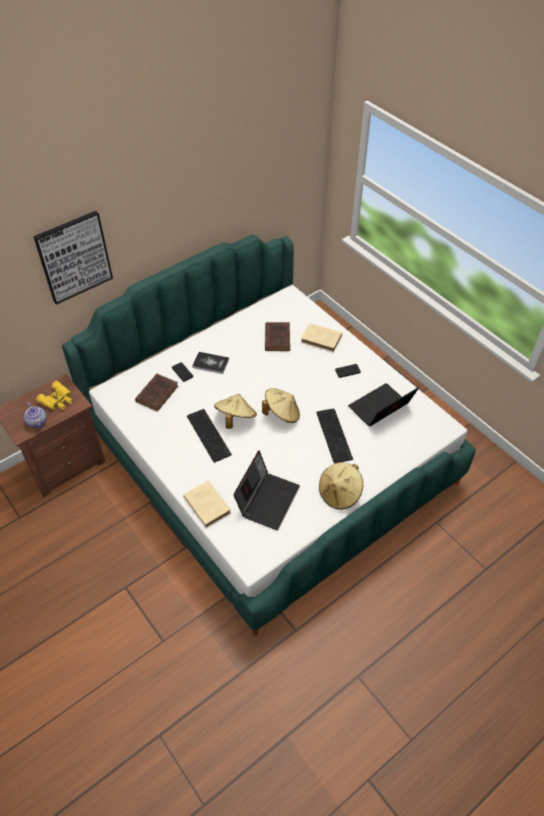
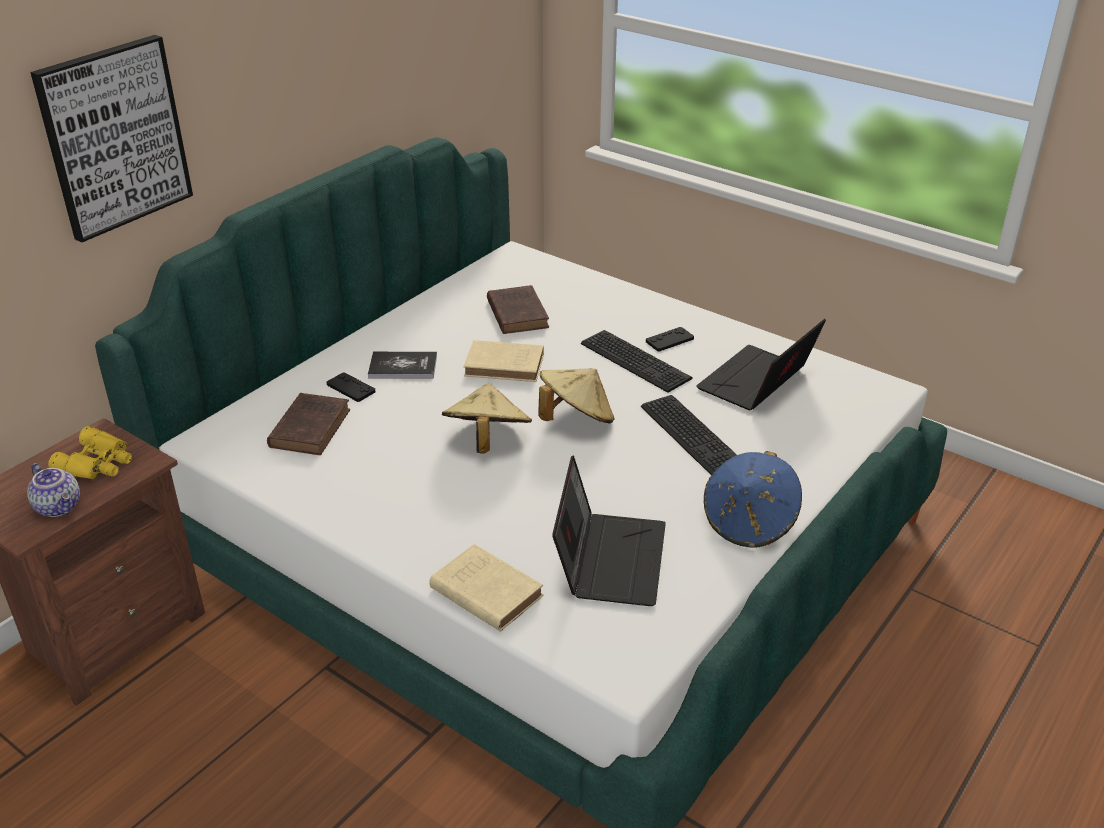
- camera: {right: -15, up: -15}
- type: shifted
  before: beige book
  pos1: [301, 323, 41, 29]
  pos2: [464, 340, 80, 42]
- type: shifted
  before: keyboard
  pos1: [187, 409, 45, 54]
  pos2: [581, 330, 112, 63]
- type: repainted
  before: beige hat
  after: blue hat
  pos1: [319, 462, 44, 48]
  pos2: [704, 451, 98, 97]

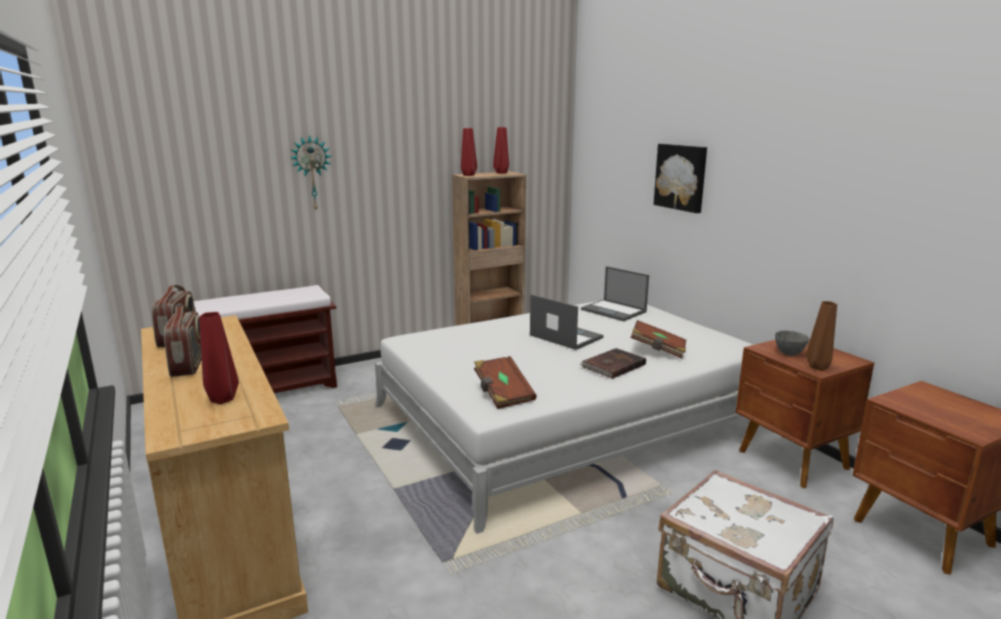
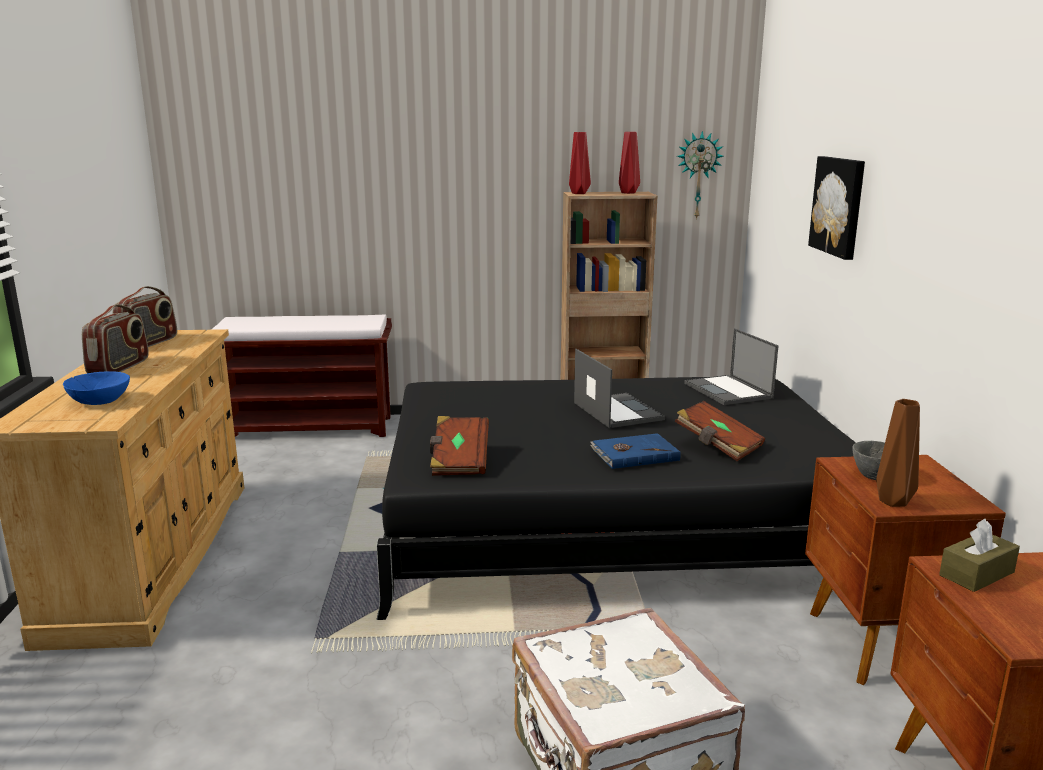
- camera: {right: 25, up: 0}
- type: shifted
  before: wall clock
  pos1: [290, 135, 42, 75]
  pos2: [677, 131, 47, 89]
- type: repainted
  before: white bed
  after: black bed
  pos1: [375, 301, 398, 233]
  pos2: [376, 377, 480, 243]
- type: swapped
  before: red vase
  after: blue bowl
  pos1: [199, 312, 40, 92]
  pos2: [63, 371, 67, 34]
- type: repainted
  before: brown book
  after: blue book
  pos1: [580, 348, 66, 31]
  pos2: [590, 433, 91, 36]
- type: new
  after: brown tissue box
  pos2: [939, 519, 81, 73]

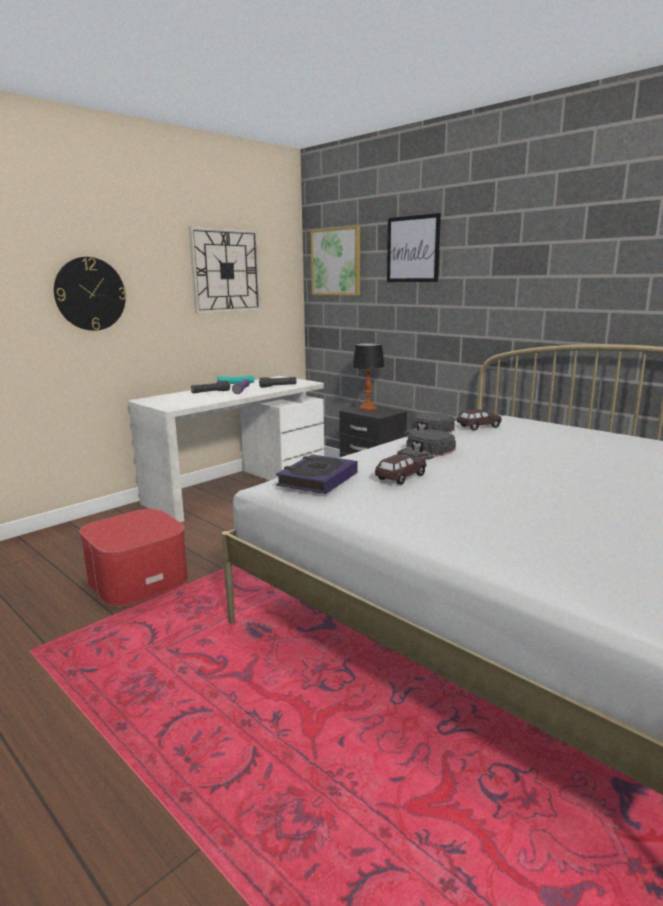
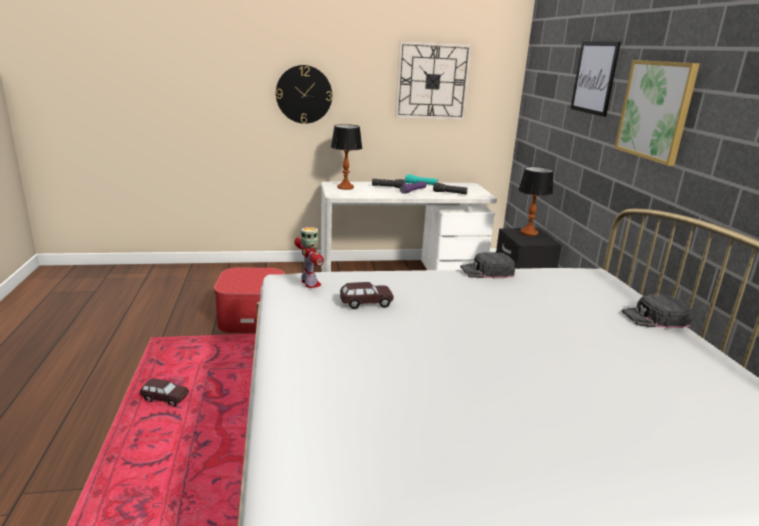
- camera: {right: 35, up: 5}
- type: shifted
  before: picture
  pos1: [311, 226, 49, 69]
  pos2: [615, 60, 85, 106]
- type: shifted
  before: brown toy car
  pos1: [457, 409, 45, 22]
  pos2: [140, 378, 49, 29]
- type: shifted
  before: black cap
  pos1: [397, 429, 59, 31]
  pos2: [621, 295, 72, 33]
- type: swapped
  before: book
  after: toy robot
  pos1: [276, 455, 82, 39]
  pos2: [294, 227, 30, 61]
- type: new
  after: table lamp
  pos2: [331, 124, 31, 66]

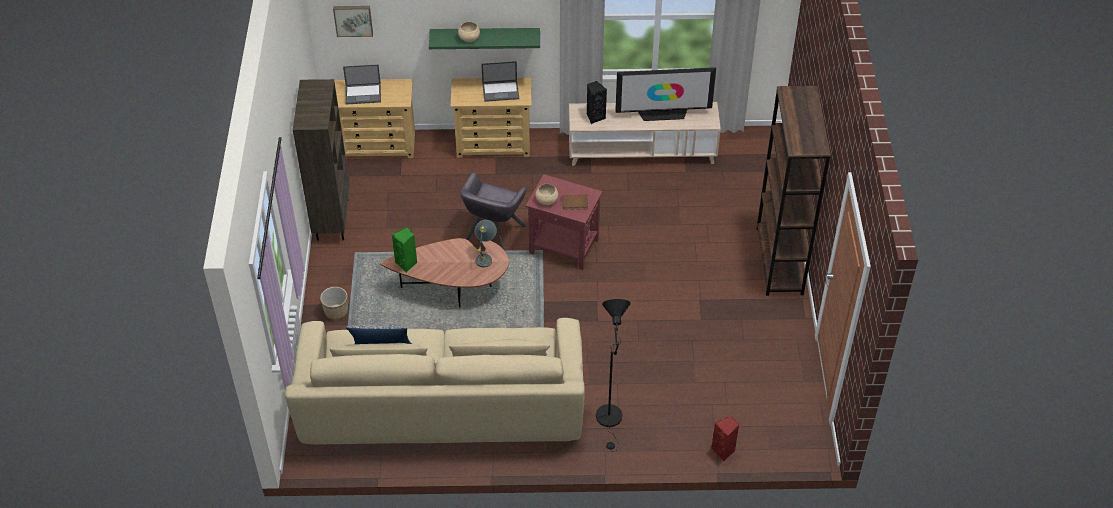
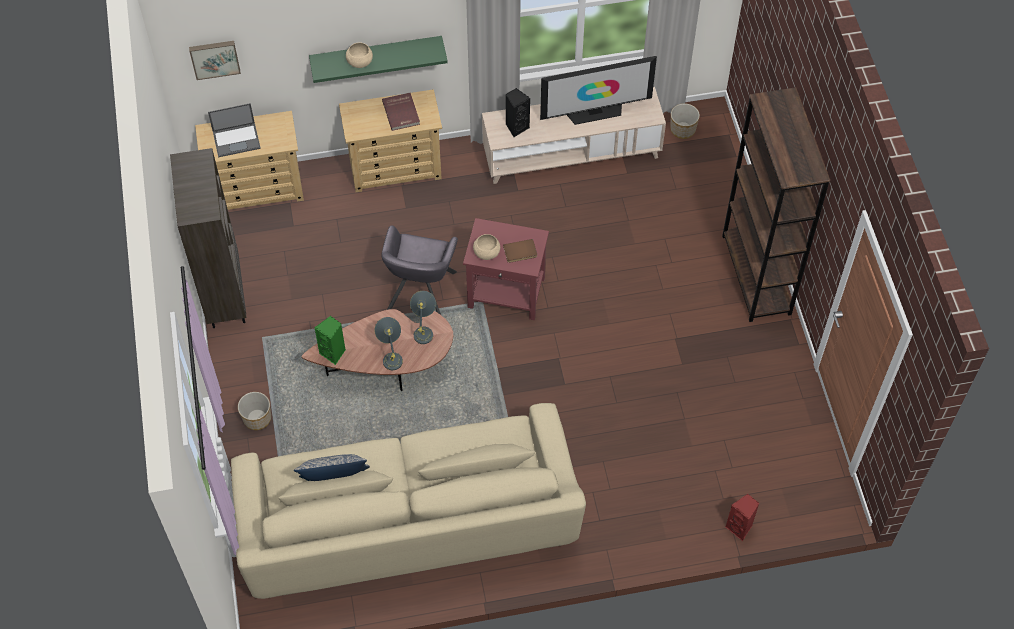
- camera: {right: -10, up: 10}
- type: swapped
  before: laptop
  after: red book
  pos1: [481, 61, 38, 41]
  pos2: [382, 93, 38, 38]
- type: gone
  before: black floor lamp
  pos1: [596, 299, 35, 151]
- type: new
  after: planter
  pos2: [670, 103, 30, 36]
- type: new
  after: grey table lamp
  pos2: [374, 317, 29, 53]

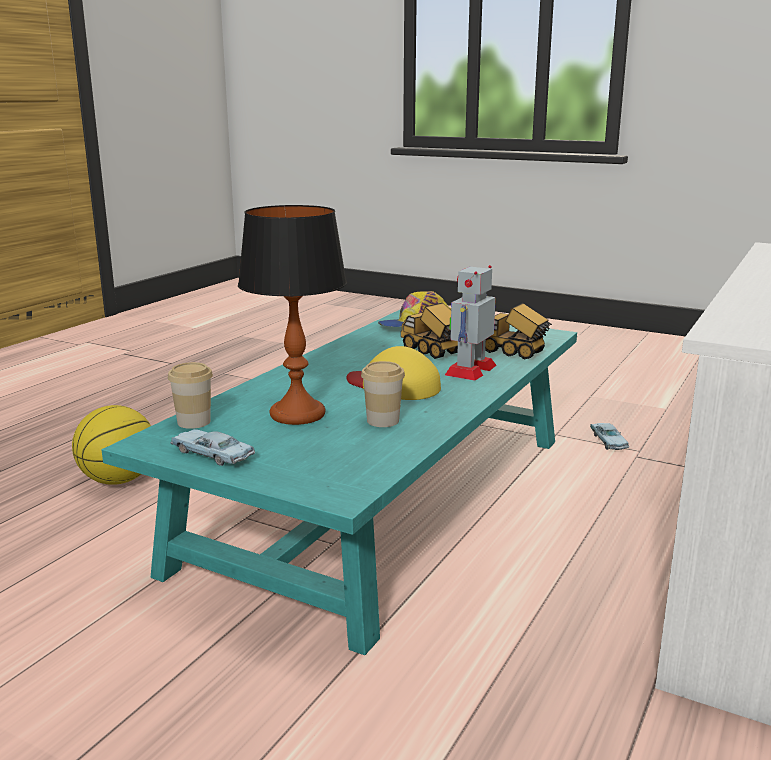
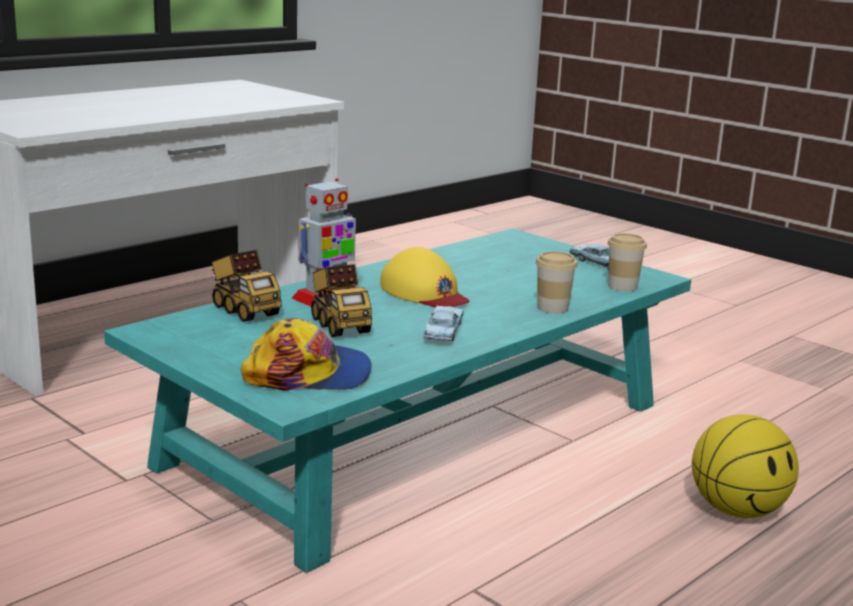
- camera: {right: -165, up: 0}
- type: gone
  before: table lamp
  pos1: [238, 205, 109, 220]
- type: shifted
  before: cup
  pos1: [361, 361, 44, 66]
  pos2: [536, 251, 41, 63]
- type: shifted
  before: blue toy car
  pos1: [590, 423, 39, 27]
  pos2: [424, 305, 40, 37]

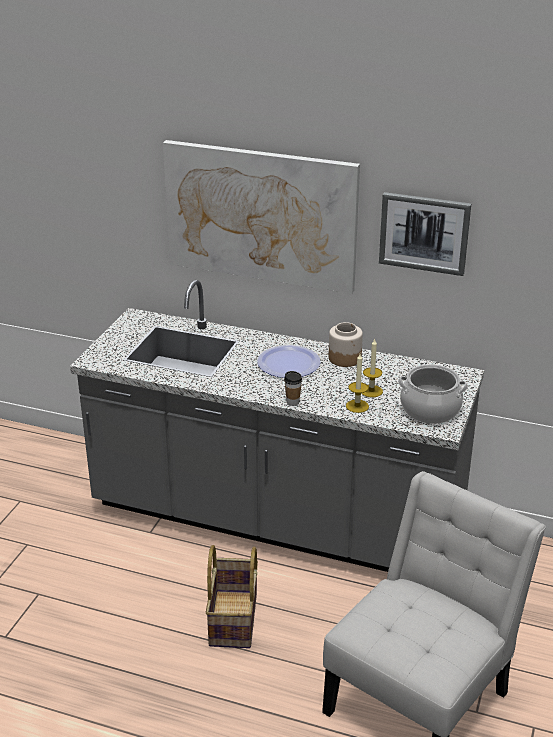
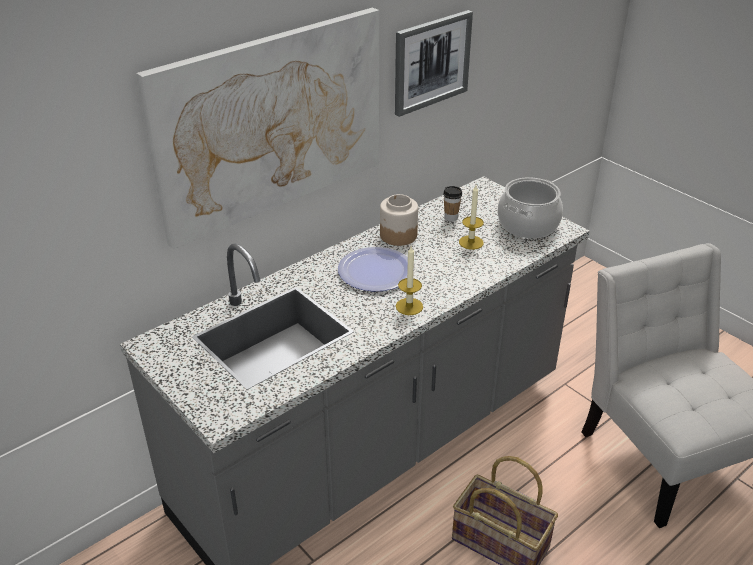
- camera: {right: -60, up: 5}
- type: shifted
  before: candle
  pos1: [346, 354, 23, 59]
  pos2: [396, 246, 27, 69]
- type: shifted
  before: cup
  pos1: [284, 371, 18, 35]
  pos2: [443, 186, 19, 36]

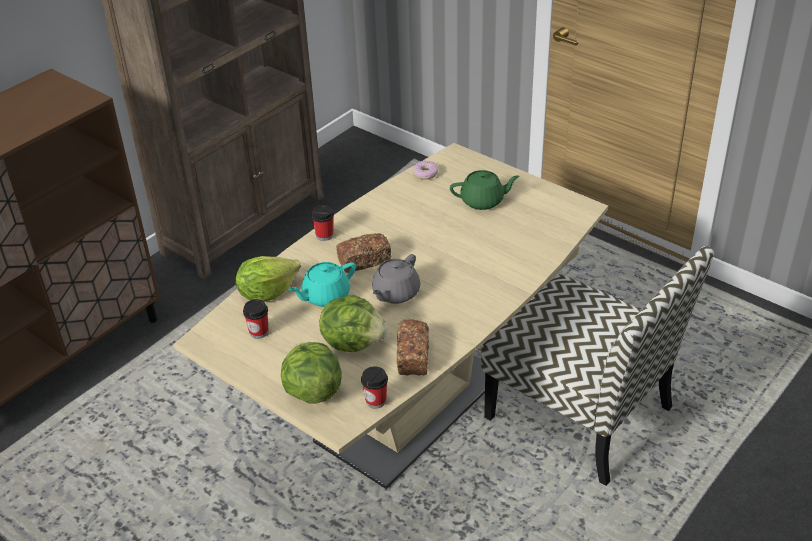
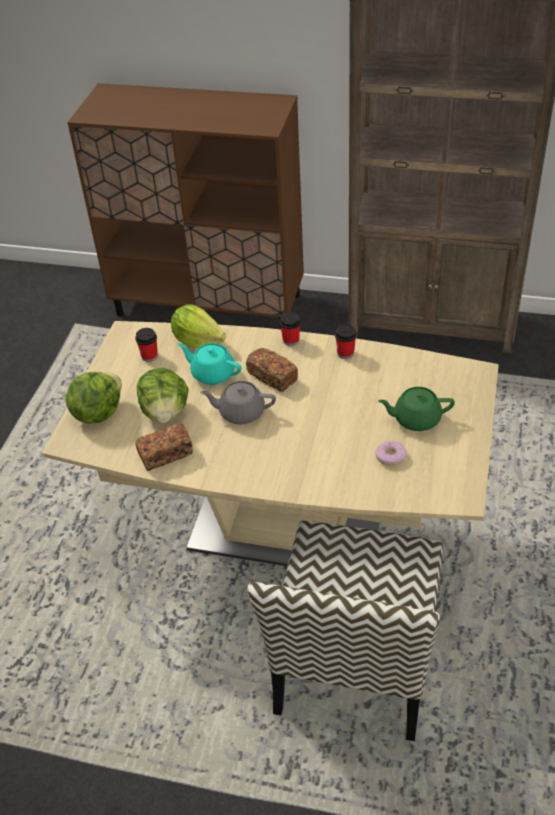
- camera: {right: 65, up: 5}
- type: shifted
  before: donut
  pos1: [413, 161, 26, 19]
  pos2: [375, 441, 32, 25]
- type: rotated
  before: green teapot
  pos1: [450, 170, 70, 40]
  pos2: [378, 387, 77, 44]
  turn: 120
- type: shifted
  before: cup
  pos1: [361, 366, 27, 43]
  pos2: [335, 324, 22, 35]

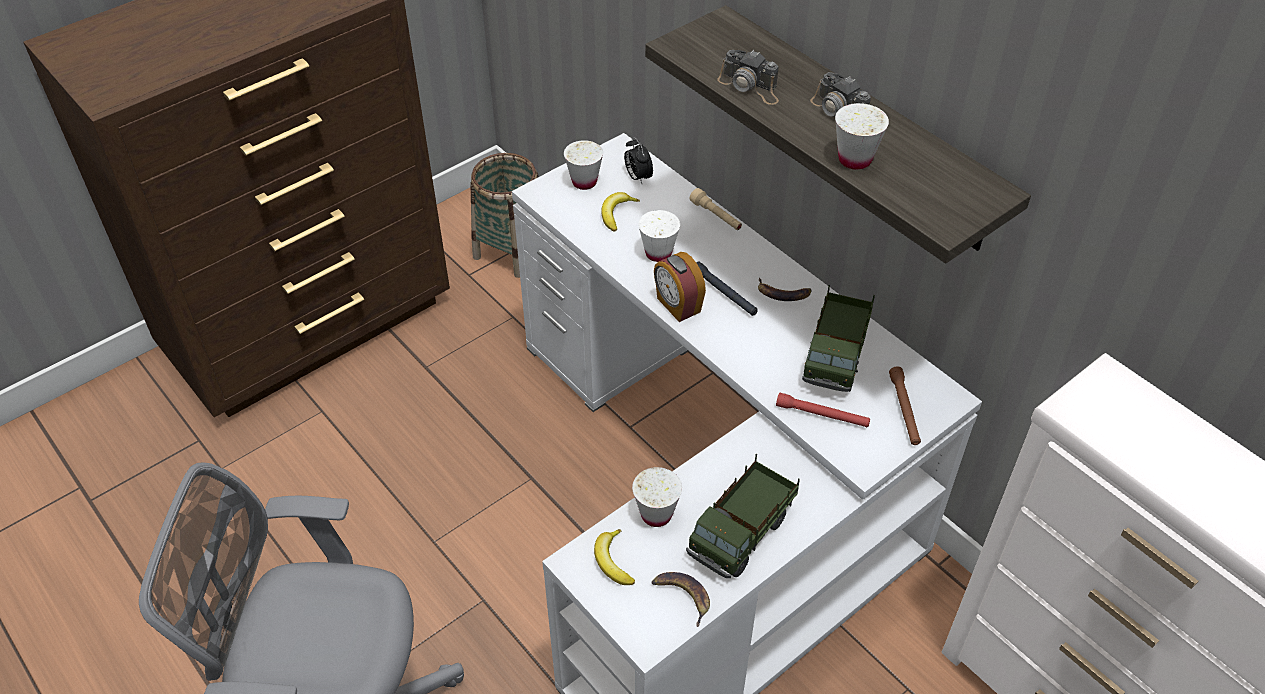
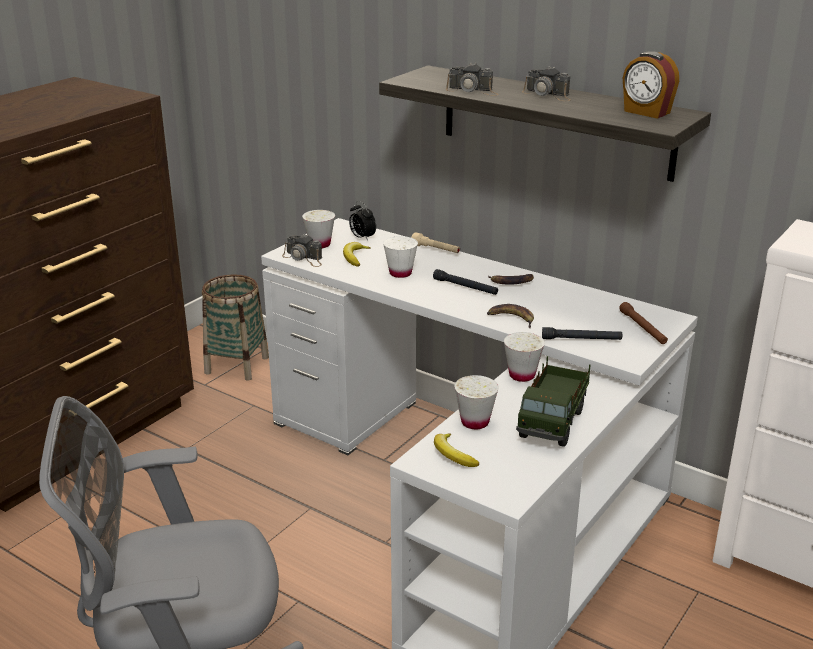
- camera: {right: -15, up: -20}
- type: shifted
  before: white cup
  pos1: [835, 103, 54, 67]
  pos2: [504, 332, 41, 50]
- type: shifted
  before: alarm clock
  pos1: [654, 252, 52, 70]
  pos2: [623, 51, 56, 68]
- type: gone
  before: toy truck
  pos1: [802, 285, 73, 107]
- type: repainted
  before: red flashlight
  after: black flashlight
  pos1: [776, 393, 94, 34]
  pos2: [542, 327, 80, 13]
- type: shifted
  before: banana
  pos1: [651, 572, 59, 55]
  pos2: [487, 304, 47, 24]
- type: new
  after: photo camera
  pos2: [282, 234, 40, 33]

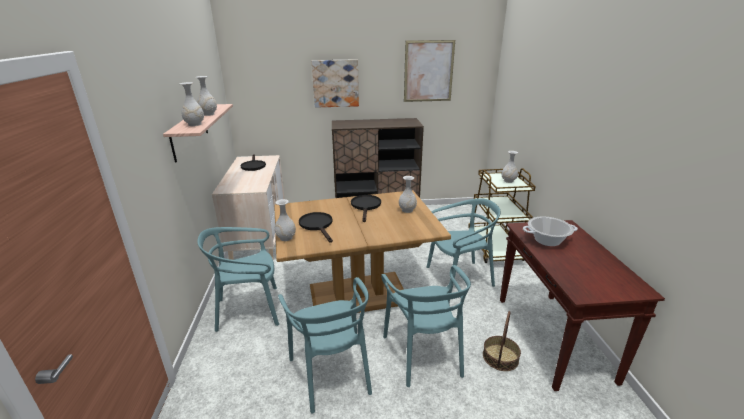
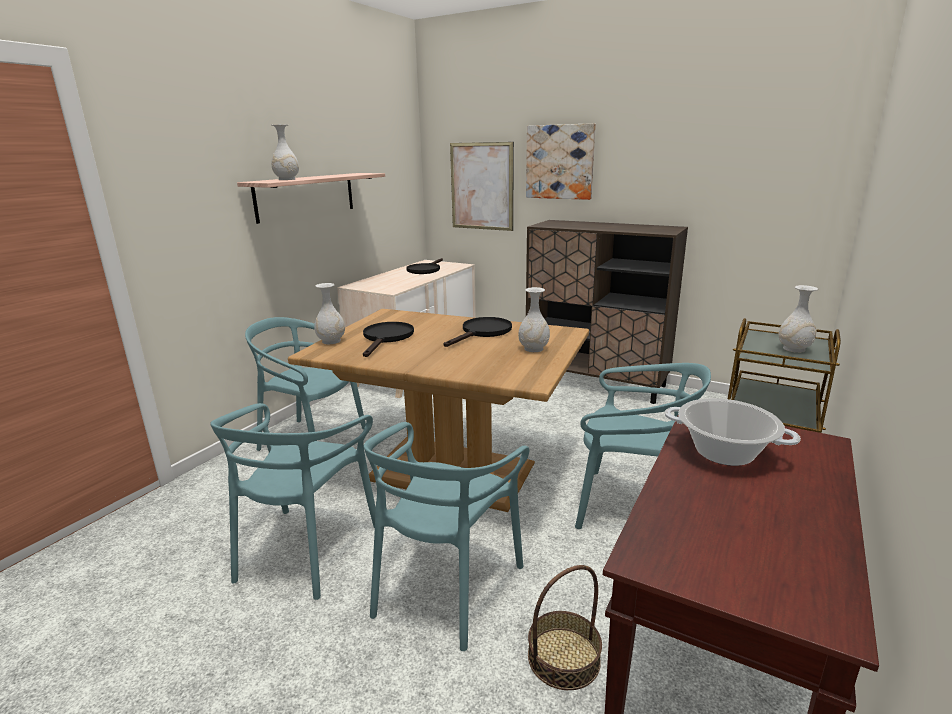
- camera: {right: 35, up: -5}
- type: shifted
  before: picture
  pos1: [404, 40, 51, 62]
  pos2: [450, 142, 64, 89]
- type: gone
  before: white vase
  pos1: [195, 76, 22, 40]

